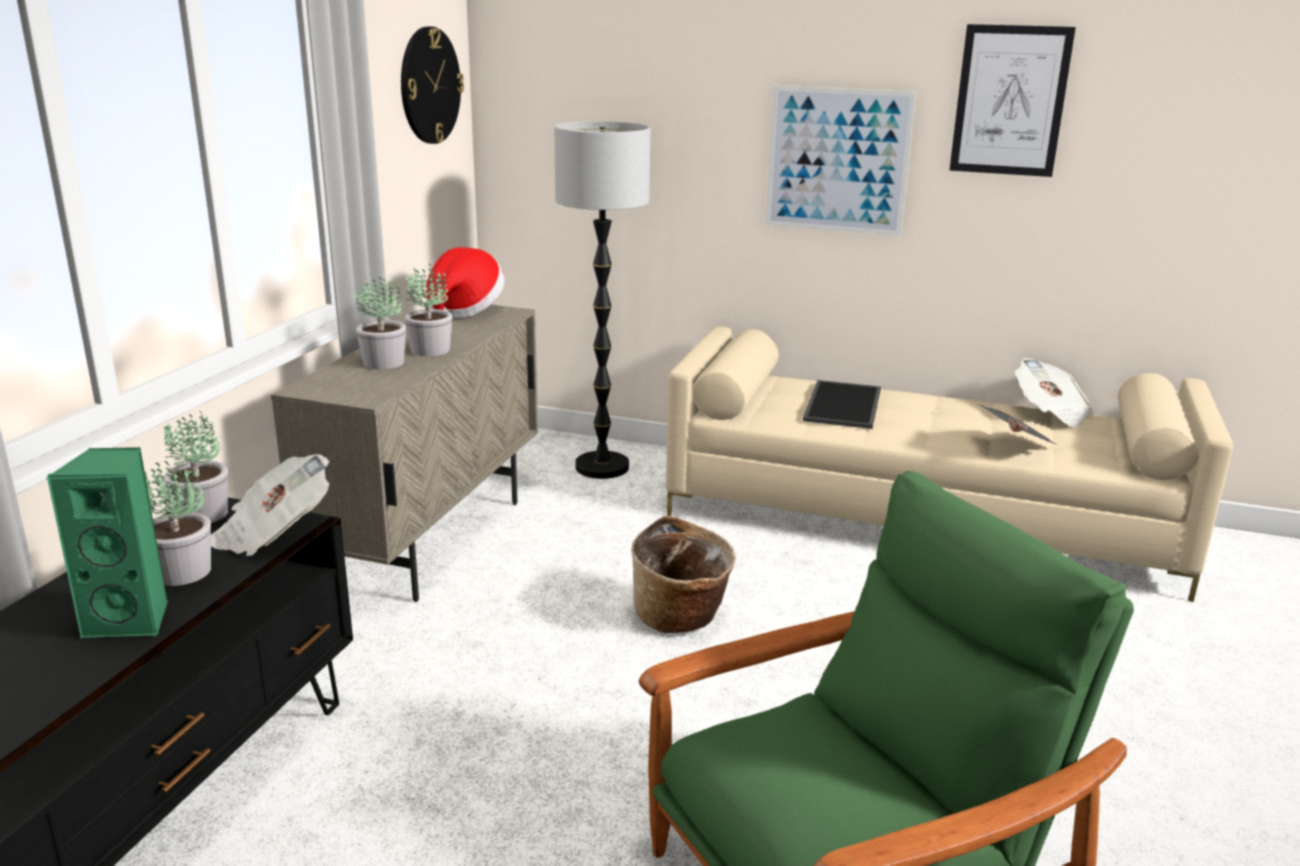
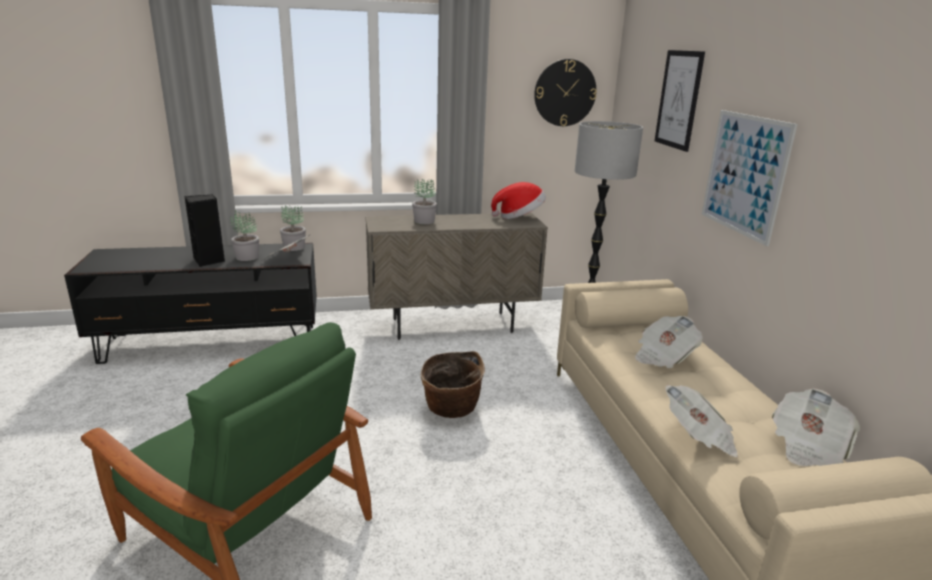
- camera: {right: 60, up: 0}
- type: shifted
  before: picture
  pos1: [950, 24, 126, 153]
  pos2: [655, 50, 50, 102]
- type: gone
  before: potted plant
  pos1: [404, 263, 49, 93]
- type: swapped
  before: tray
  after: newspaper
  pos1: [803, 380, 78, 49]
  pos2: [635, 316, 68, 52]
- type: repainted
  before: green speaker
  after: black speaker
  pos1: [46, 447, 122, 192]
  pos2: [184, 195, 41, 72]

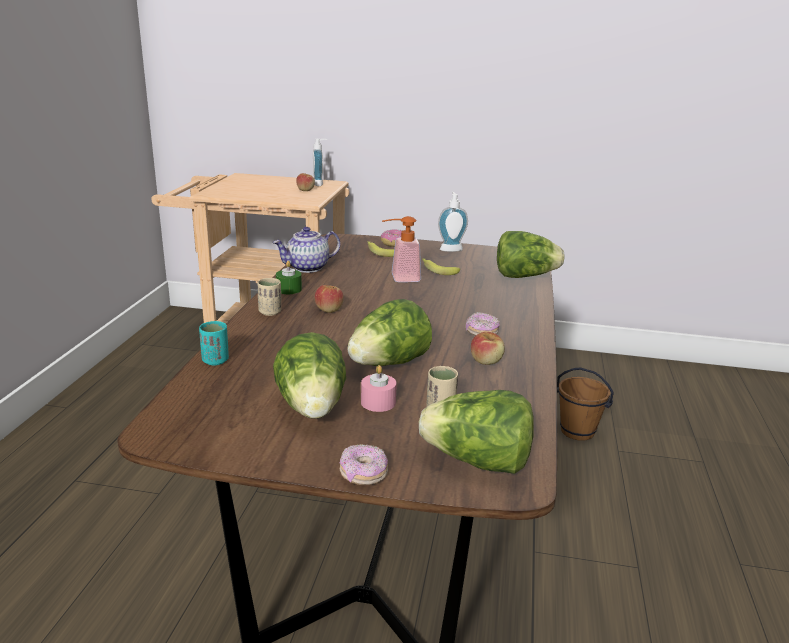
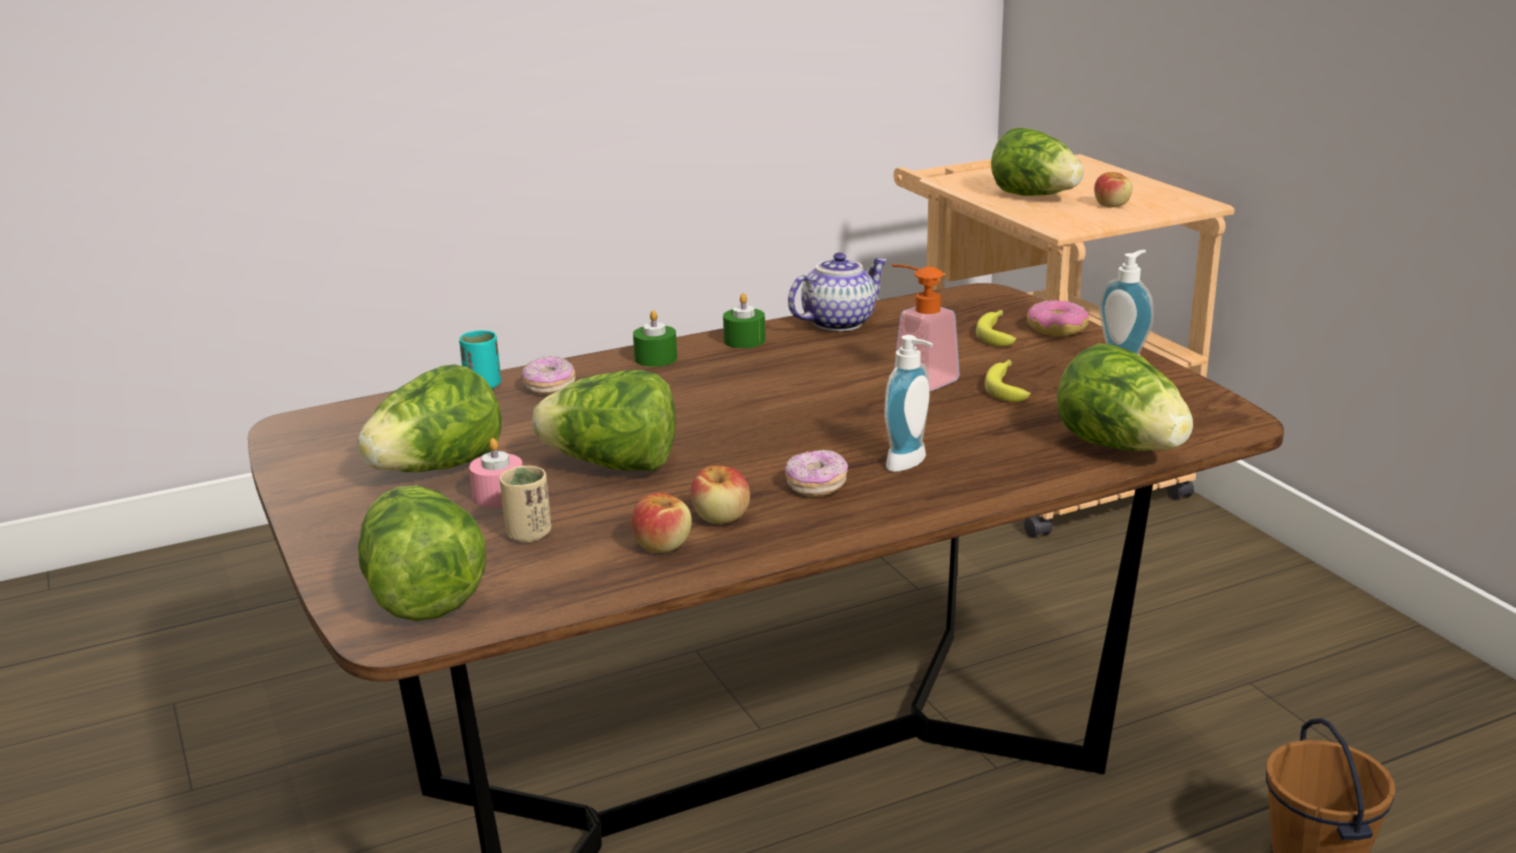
- camera: {right: 55, up: 0}
- type: shifted
  before: soap dispenser
  pos1: [313, 139, 14, 47]
  pos2: [884, 335, 49, 137]
- type: rotated
  before: teapot
  pos1: [273, 227, 67, 46]
  pos2: [788, 253, 100, 78]
  turn: 120
- type: swapped
  before: beige cup
  after: green candle
  pos1: [257, 278, 24, 38]
  pos2: [633, 310, 44, 57]
- type: shifted
  before: apple
  pos1: [315, 285, 29, 28]
  pos2: [631, 493, 61, 60]
- type: shifted
  before: donut
  pos1: [340, 444, 48, 41]
  pos2: [521, 356, 54, 38]
- type: new
  after: lettuce
  pos2: [991, 128, 93, 68]

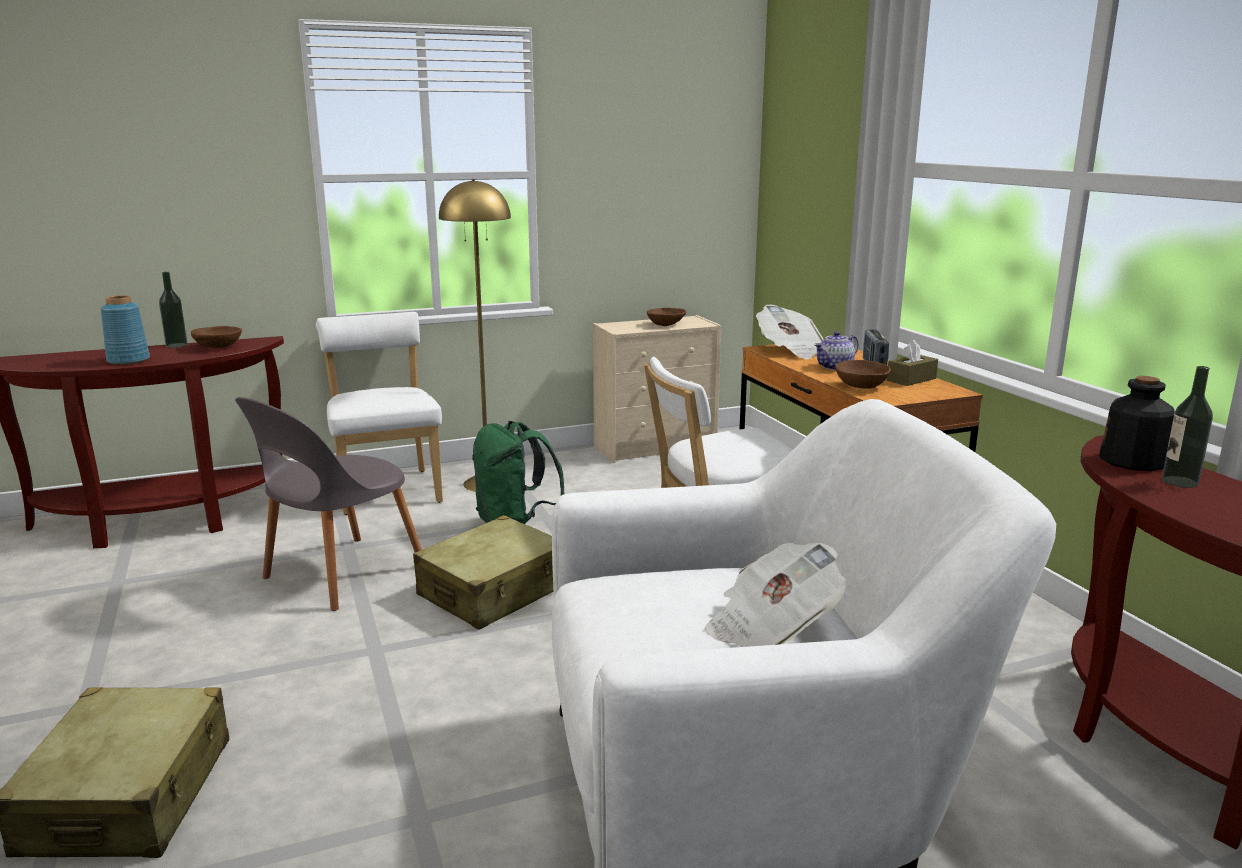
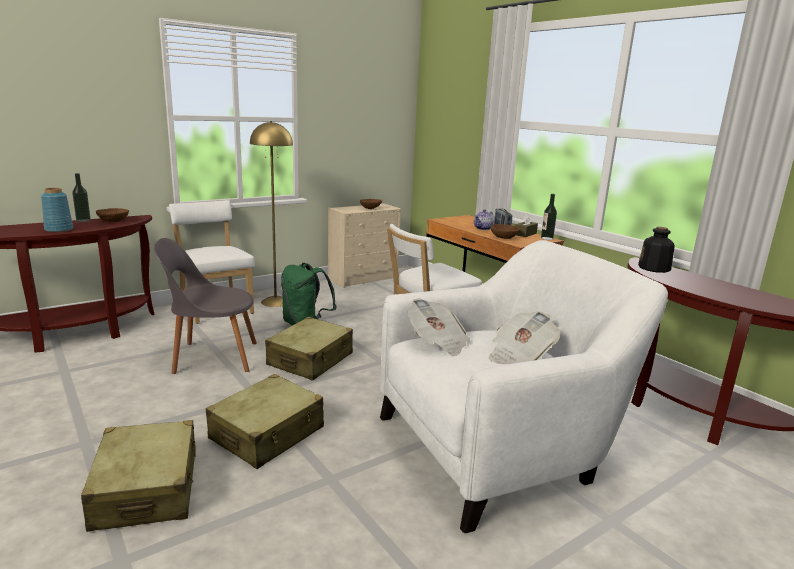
- camera: {right: -15, up: 0}
- type: shifted
  before: newspaper
  pos1: [756, 305, 67, 54]
  pos2: [407, 299, 63, 57]
- type: shifted
  before: bottle
  pos1: [1162, 366, 51, 122]
  pos2: [541, 194, 16, 46]
- type: rotated
  before: grey chair
  pos1: [235, 397, 187, 214]
  pos2: [154, 238, 103, 136]
  turn: 60
- type: new
  after: beige suitcase
  pos2: [206, 374, 118, 95]

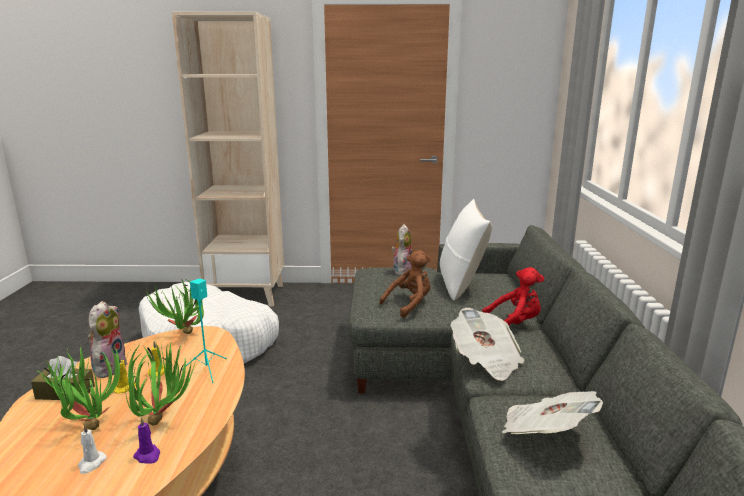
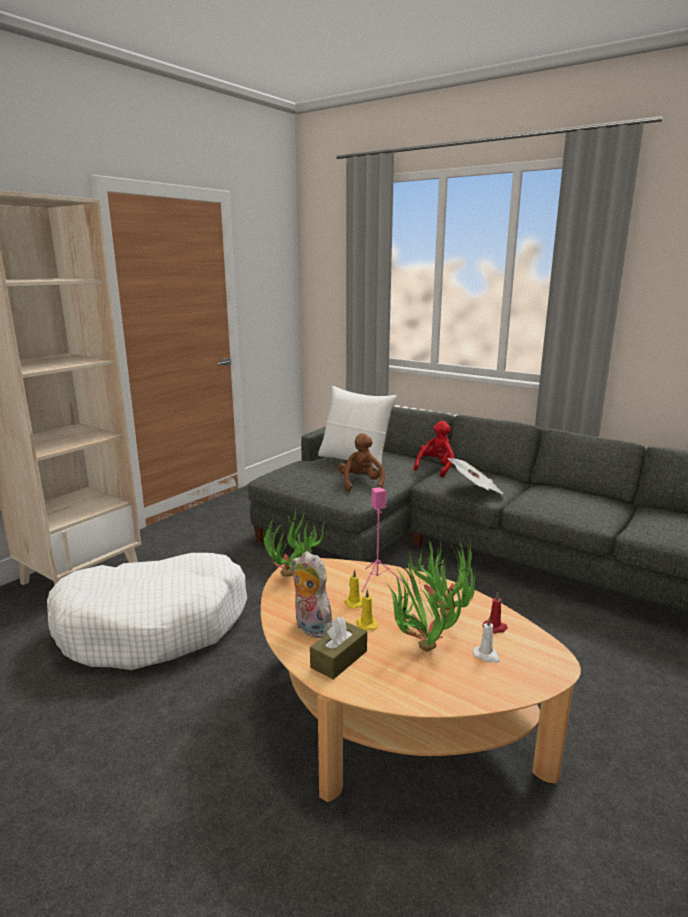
- camera: {right: -55, up: 0}
- type: gone
  before: plush toy
  pos1: [391, 224, 22, 52]
- type: repainted
  before: turquoise speaker
  after: pink speaker
  pos1: [182, 278, 45, 105]
  pos2: [362, 487, 42, 105]
- type: gone
  before: newspaper
  pos1: [502, 391, 101, 43]
- type: repainted
  before: purple candle
  after: red candle
  pos1: [133, 417, 27, 47]
  pos2: [482, 592, 26, 42]

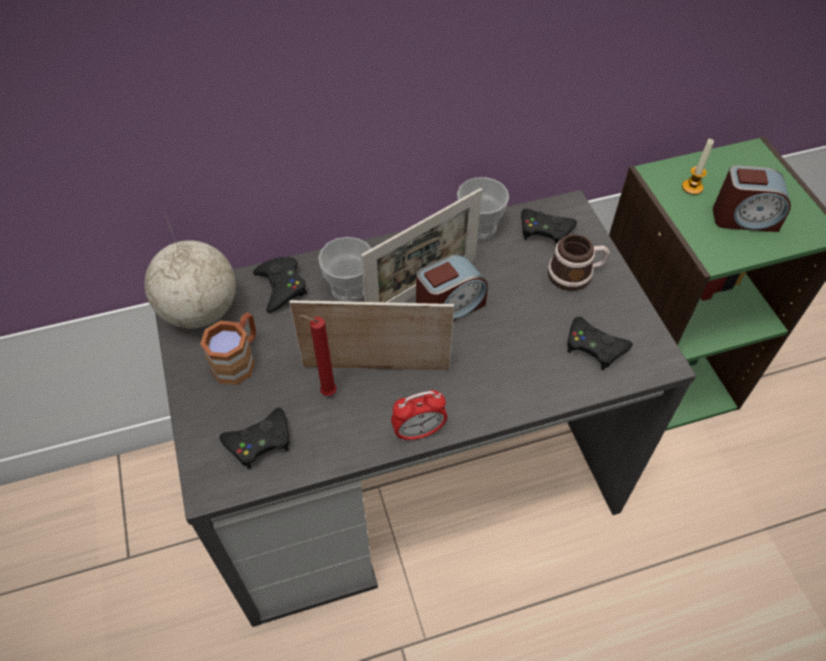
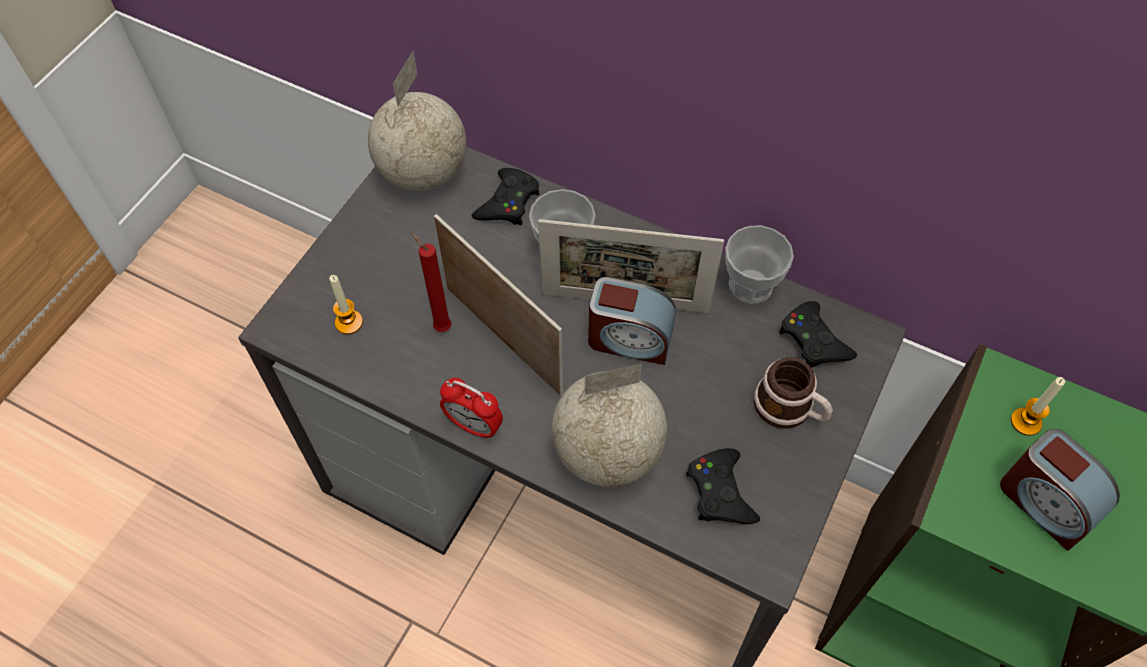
- camera: {right: 45, up: 5}
- type: gone
  before: brown mug
  pos1: [200, 313, 56, 72]
- type: swapped
  before: black game controller
  after: candle
  pos1: [219, 408, 71, 61]
  pos2: [329, 275, 34, 59]
- type: new
  after: globe
  pos2: [552, 364, 115, 123]

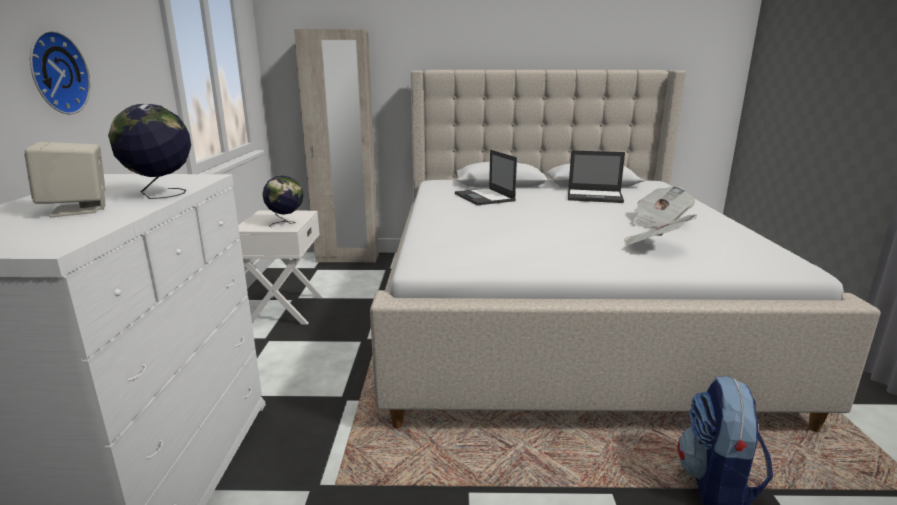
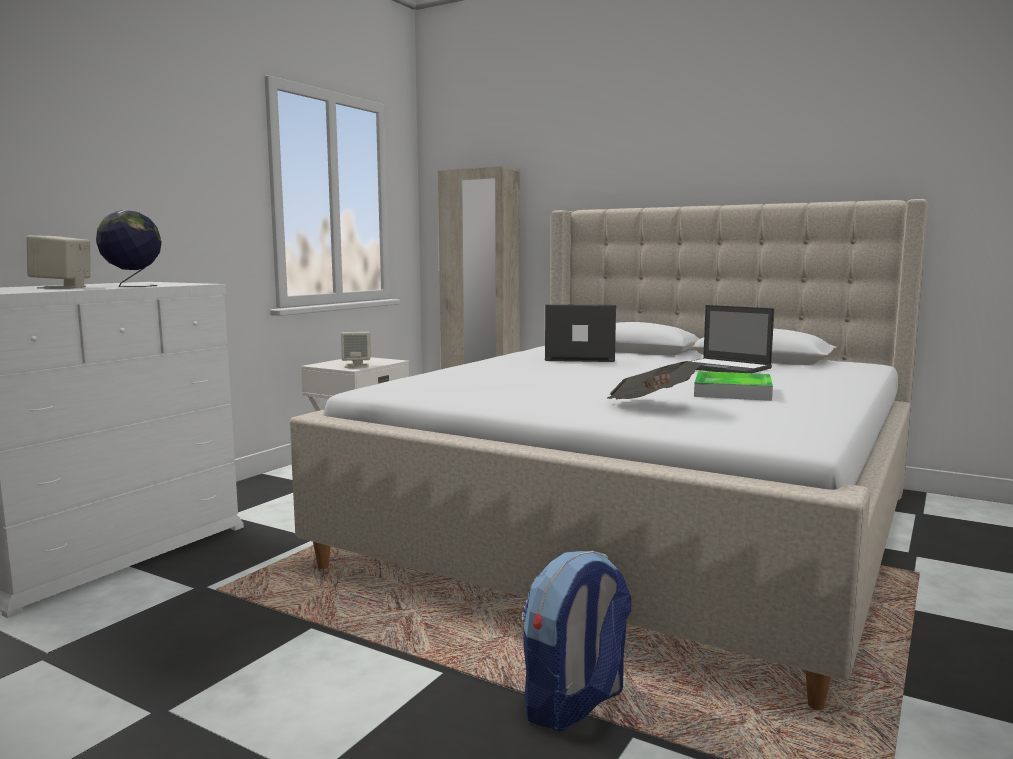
- camera: {right: 30, up: -10}
- type: gone
  before: wall clock
  pos1: [30, 30, 60, 84]
- type: rotated
  before: laptop
  pos1: [455, 150, 62, 55]
  pos2: [545, 304, 71, 58]
  turn: 90
- type: swapped
  before: globe
  after: beige speaker
  pos1: [262, 175, 41, 53]
  pos2: [341, 332, 30, 36]
- type: swapped
  before: newspaper
  after: tray
  pos1: [632, 186, 63, 41]
  pos2: [694, 371, 79, 30]

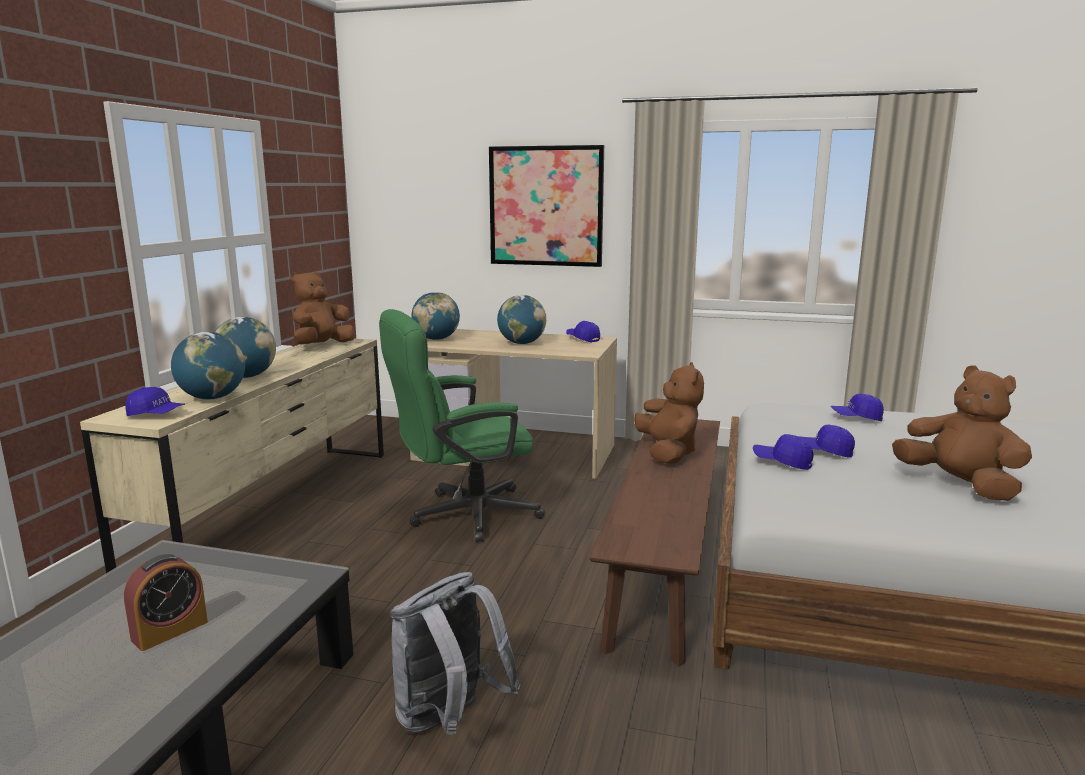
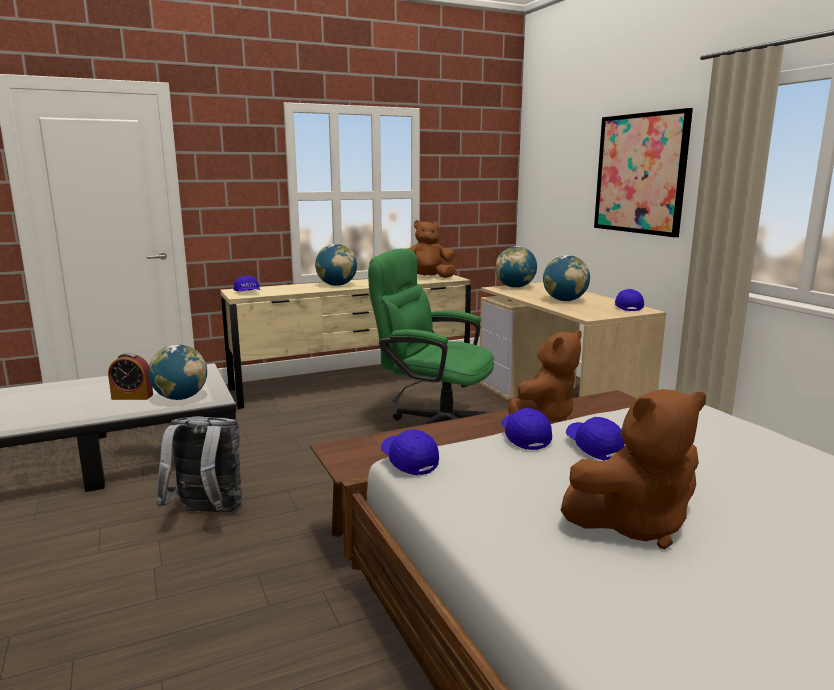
- camera: {right: 50, up: 0}
- type: shifted
  before: globe
  pos1: [171, 332, 74, 67]
  pos2: [148, 345, 59, 55]
- type: rotated
  before: brown plush toy
  pos1: [892, 366, 140, 135]
  pos2: [560, 389, 146, 160]
  turn: 60
- type: shifted
  before: blue cap
  pos1: [831, 394, 53, 27]
  pos2: [381, 430, 58, 46]

